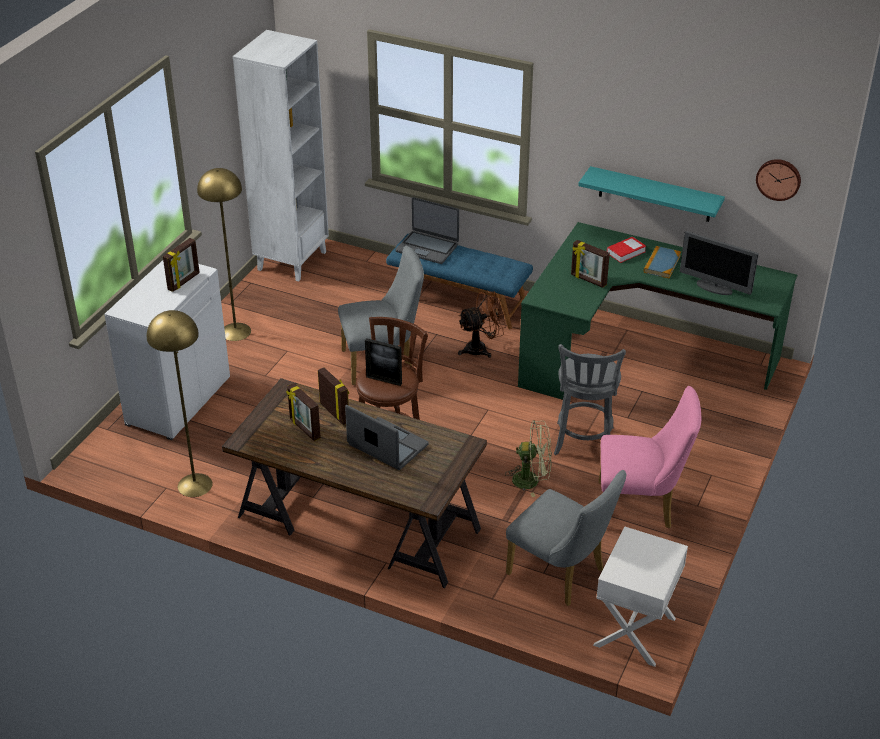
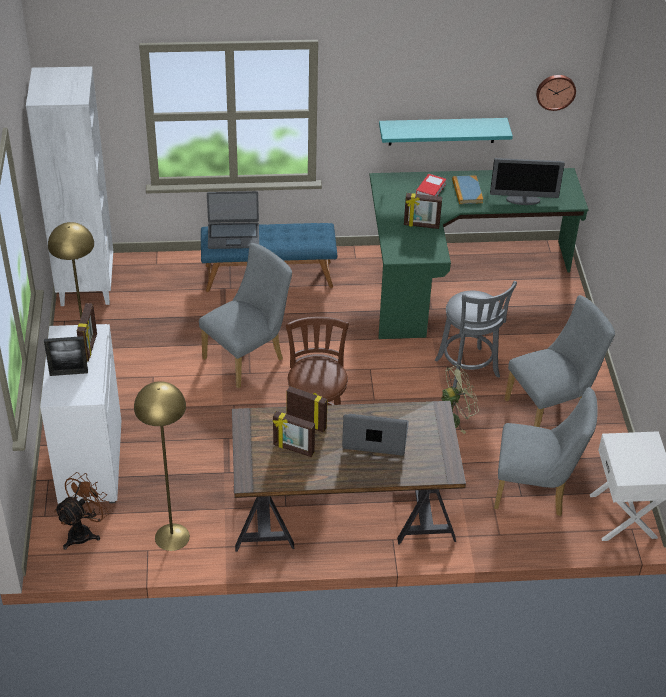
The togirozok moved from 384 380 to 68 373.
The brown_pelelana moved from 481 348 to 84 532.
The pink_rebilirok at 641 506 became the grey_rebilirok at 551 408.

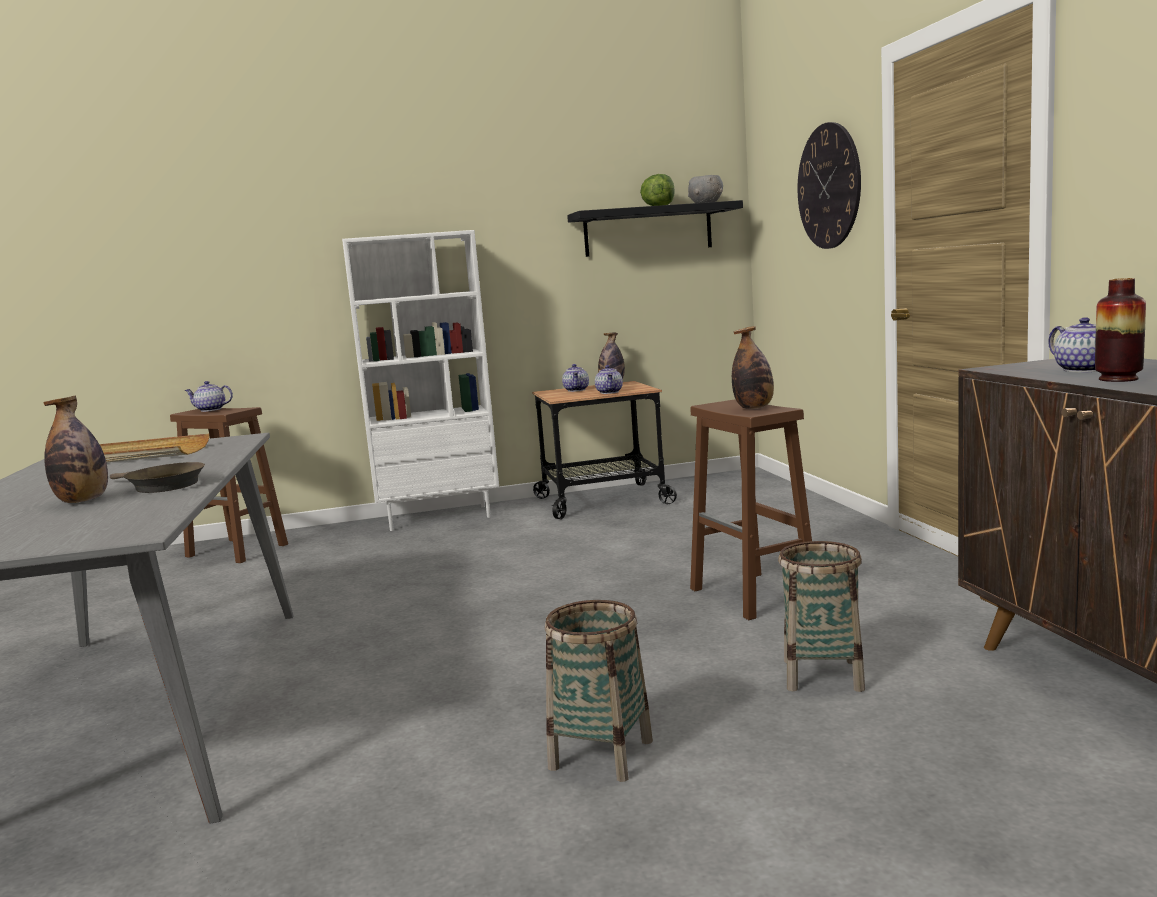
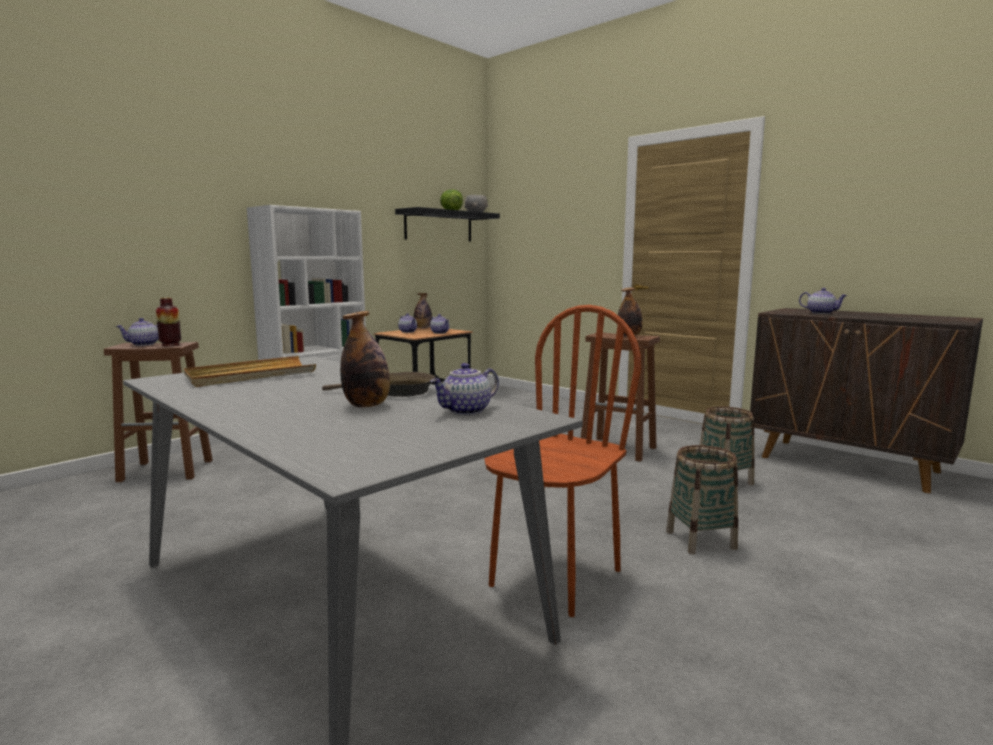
The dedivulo at 829 186 disappeared.
The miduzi moved from 1118 379 to 170 345.
The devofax at 466 411 appeared.
The brown_rebilirok at 554 577 appeared.

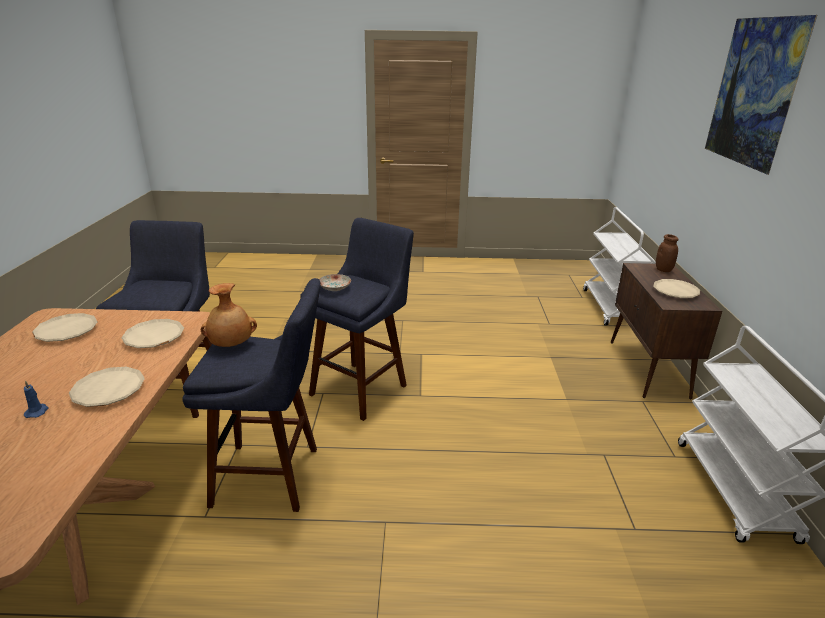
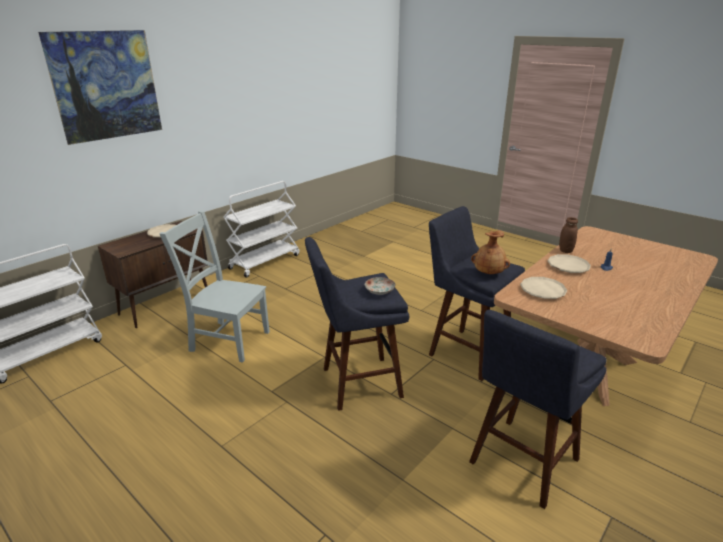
The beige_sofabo at 67 331 disappeared.
The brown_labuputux moved from 663 270 to 565 250.
The grey_rebilirok at 227 340 appeared.

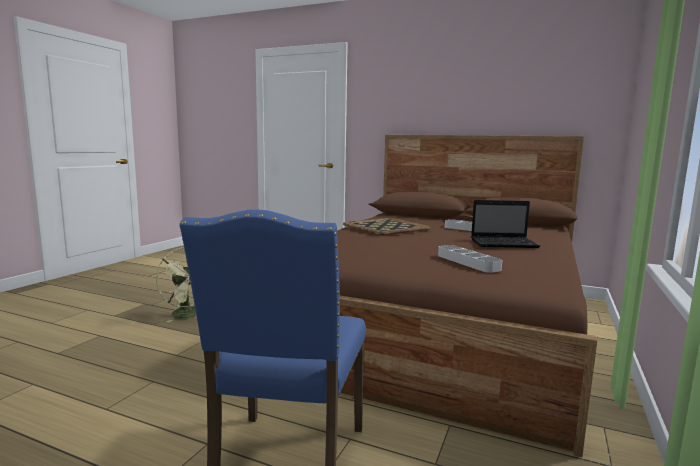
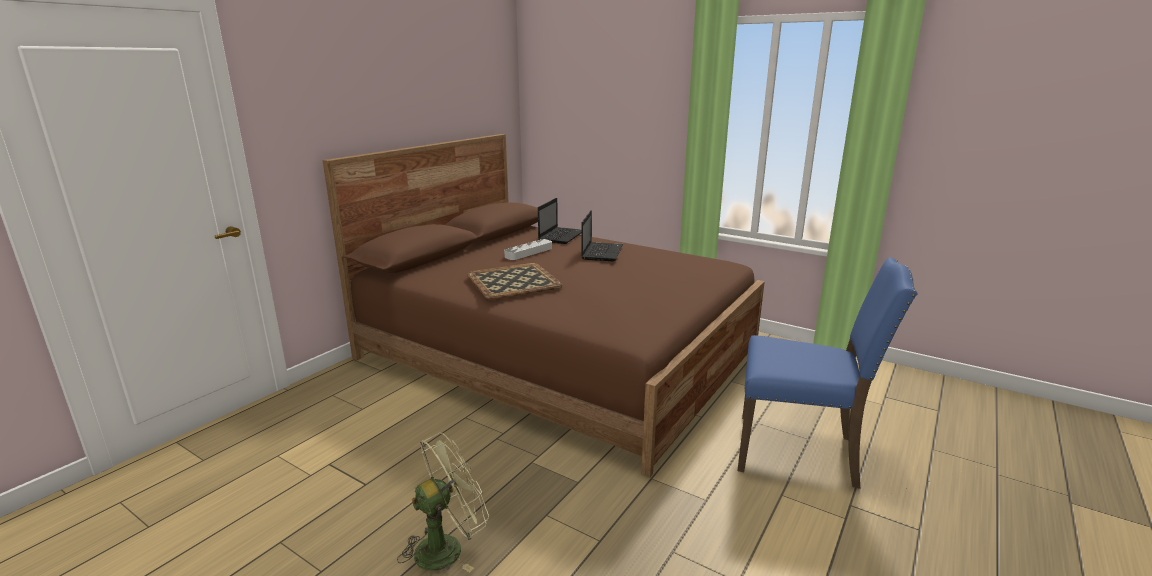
The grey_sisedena at 468 262 disappeared.
The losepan at 561 236 appeared.

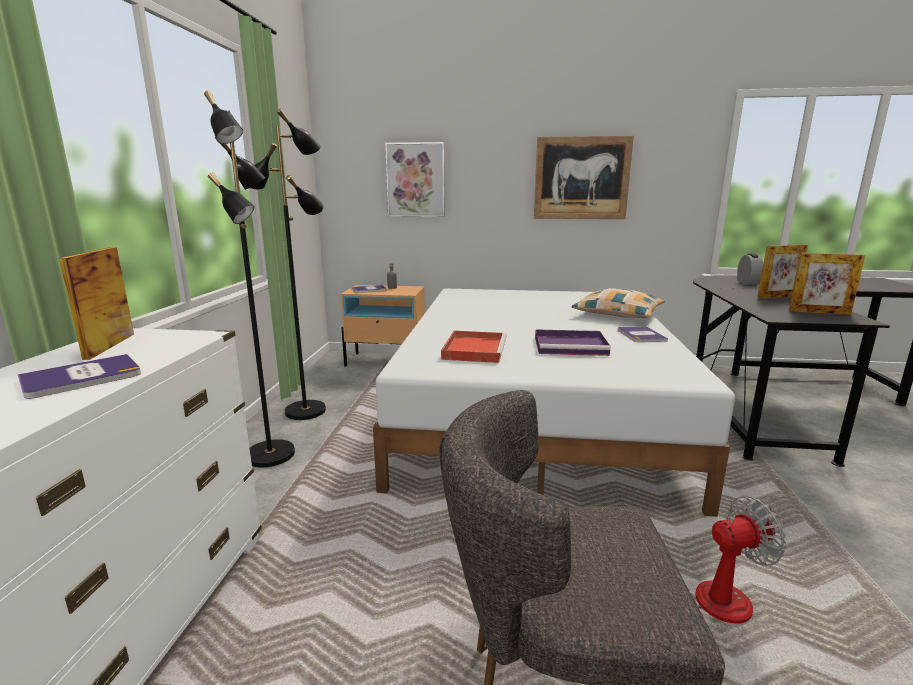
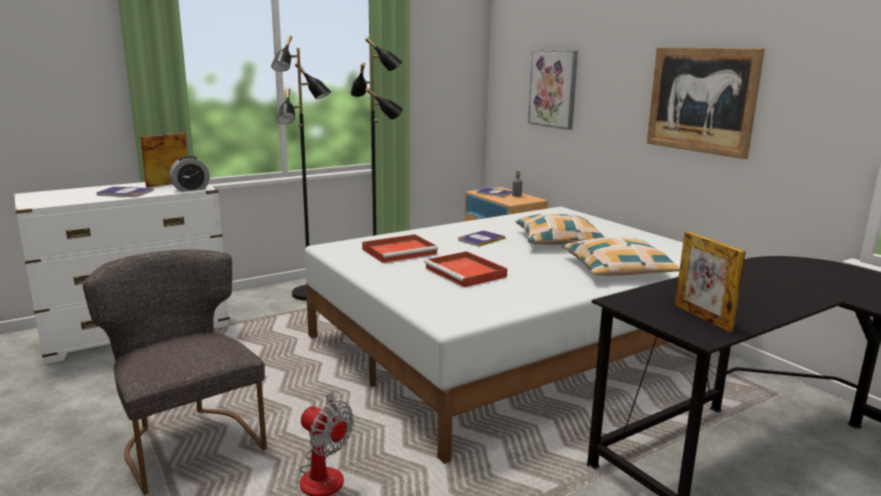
The purple_sisedena at 572 346 became the red_sisedena at 466 273.
The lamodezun moved from 640 335 to 481 239.
The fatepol moved from 747 283 to 191 189.
The togirozok at 777 297 disappeared.
The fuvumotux at 559 241 appeared.

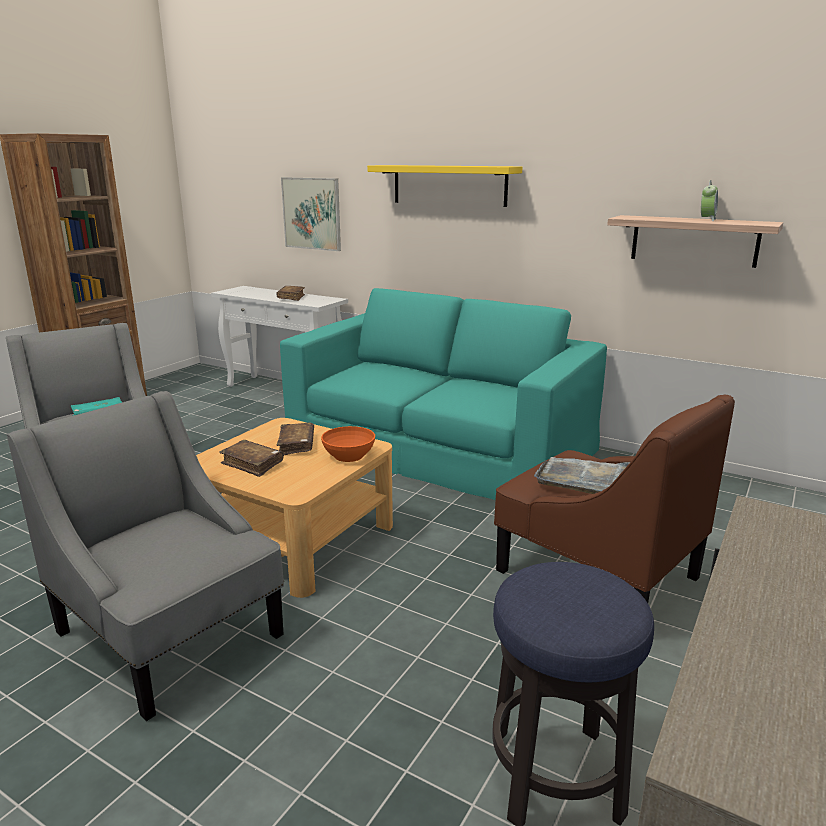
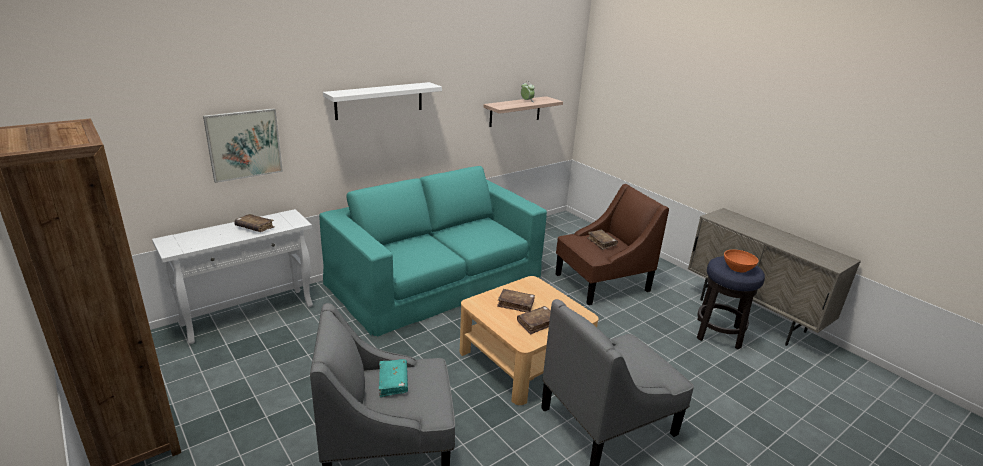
The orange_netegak moved from 348 455 to 738 268.
The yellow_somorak at 449 185 became the white_somorak at 379 100.
The grey_sisedena at 583 478 was replaced by the brown_lamodezun at 601 242.

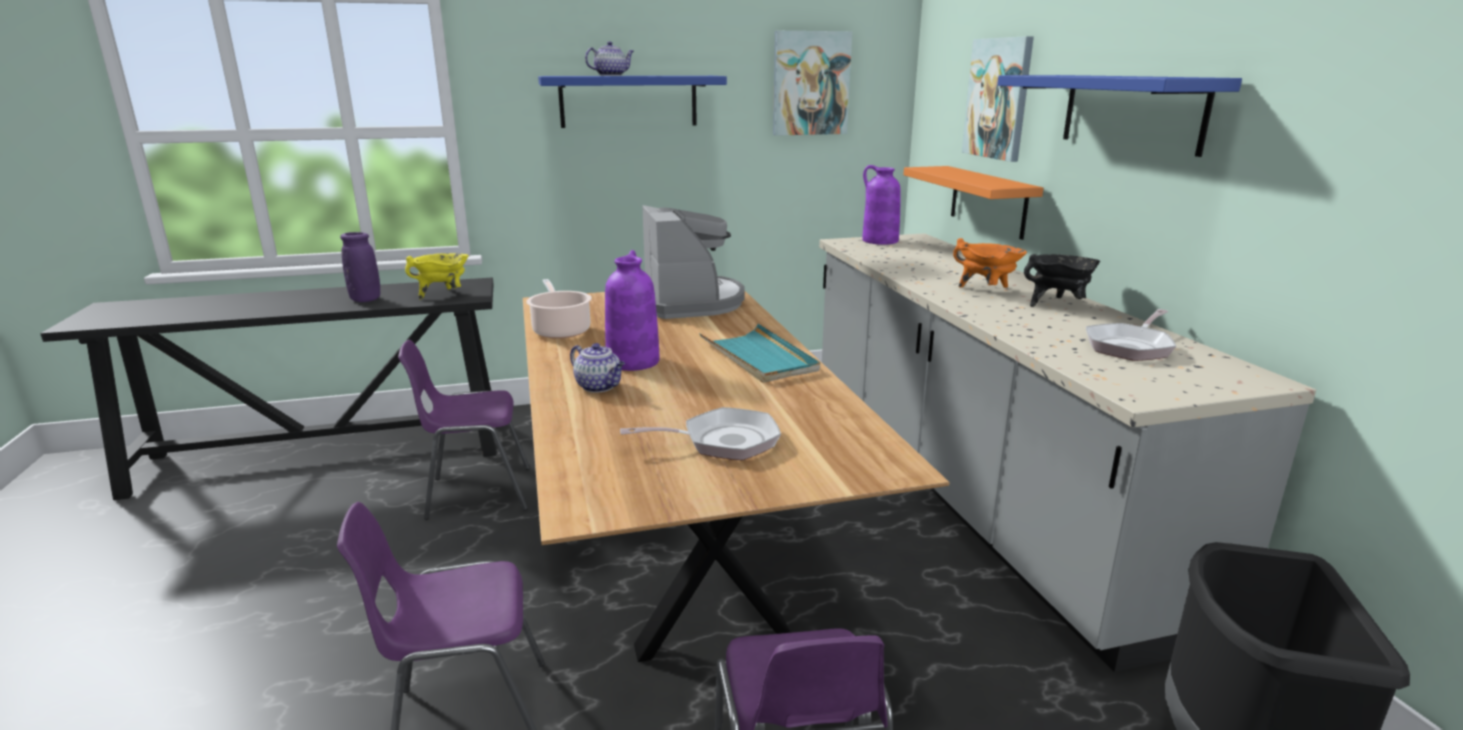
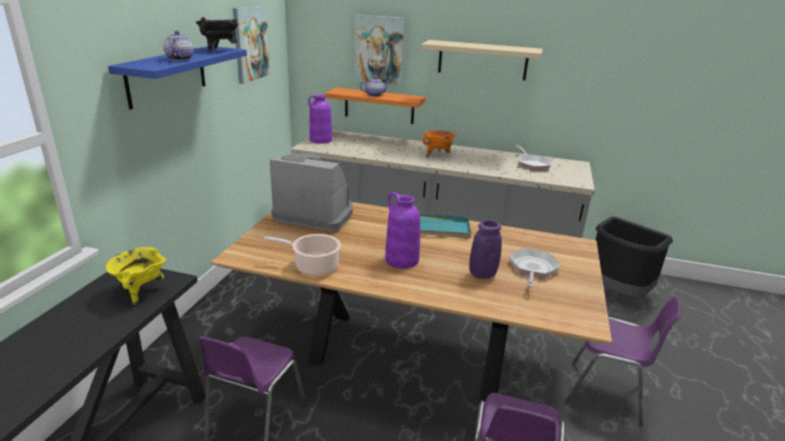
The purple_miduzi moved from 365 299 to 482 274.
The devofax moved from 599 387 to 375 95.
The blue_somorak at 1131 112 became the beige_somorak at 482 60.
The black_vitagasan moved from 1057 304 to 220 50.

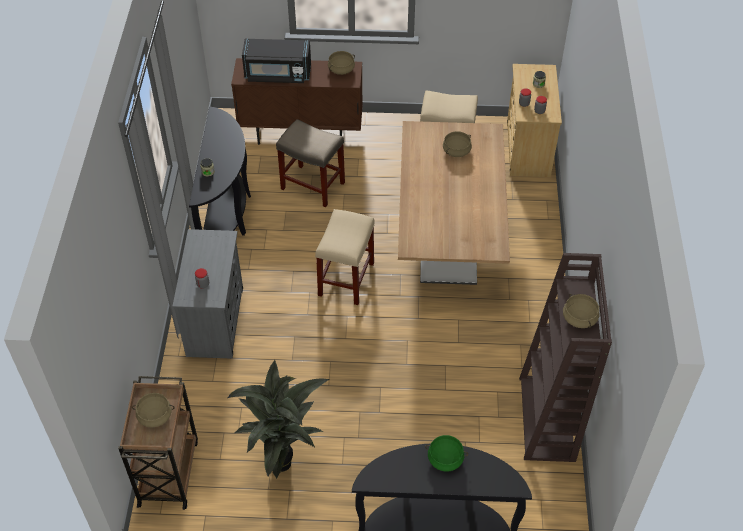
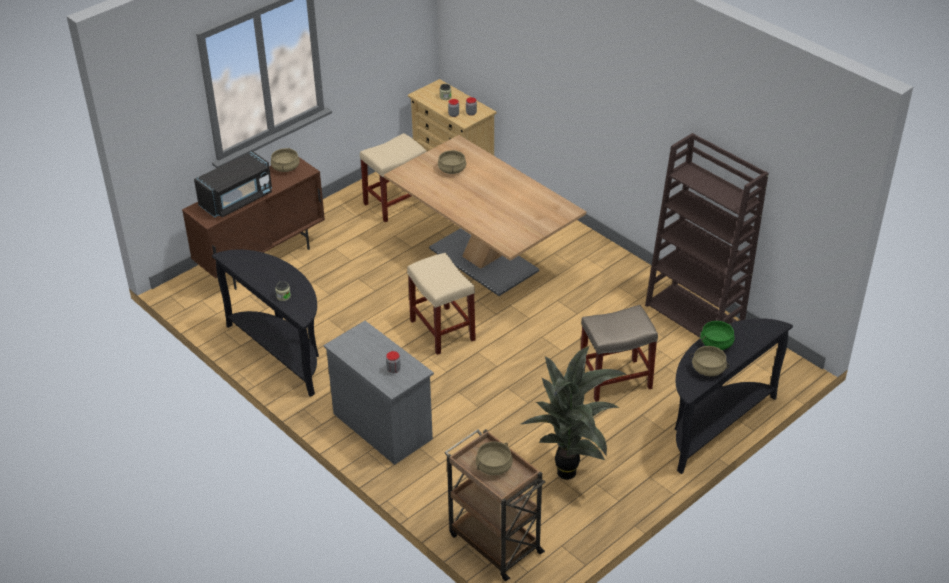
The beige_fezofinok moved from 312 185 to 614 380.
The beige_vitagasan moved from 579 318 to 708 369.

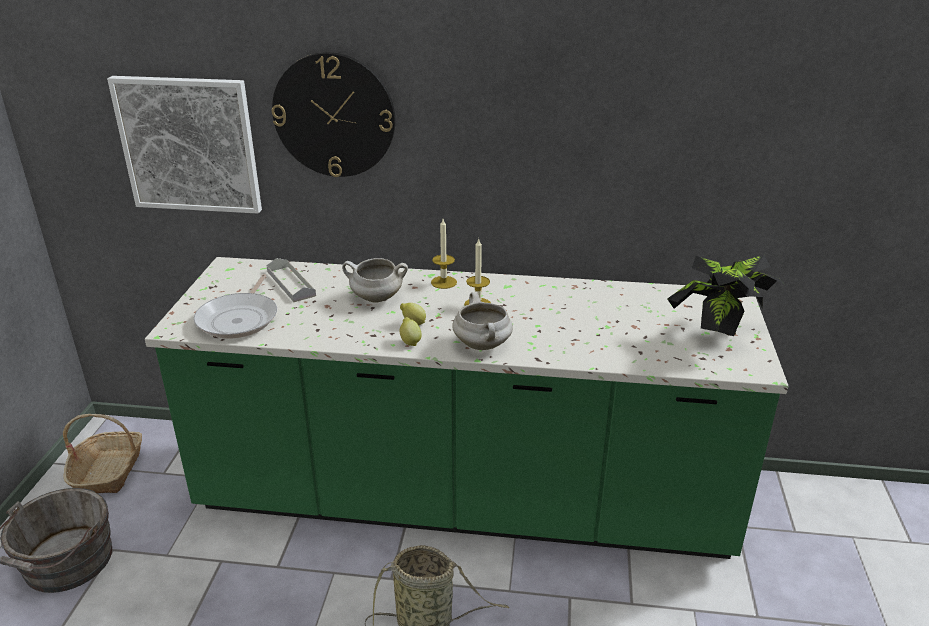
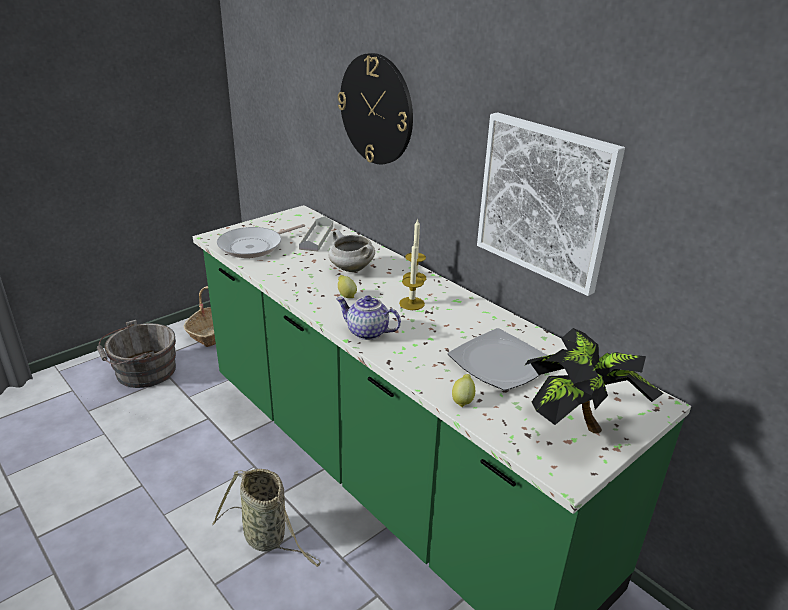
The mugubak moved from 189 144 to 545 201.
The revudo moved from 410 342 to 463 400.
The white_vitagasan at 483 345 was replaced by the devofax at 366 332.
The sofabo at 500 362 appeared.

